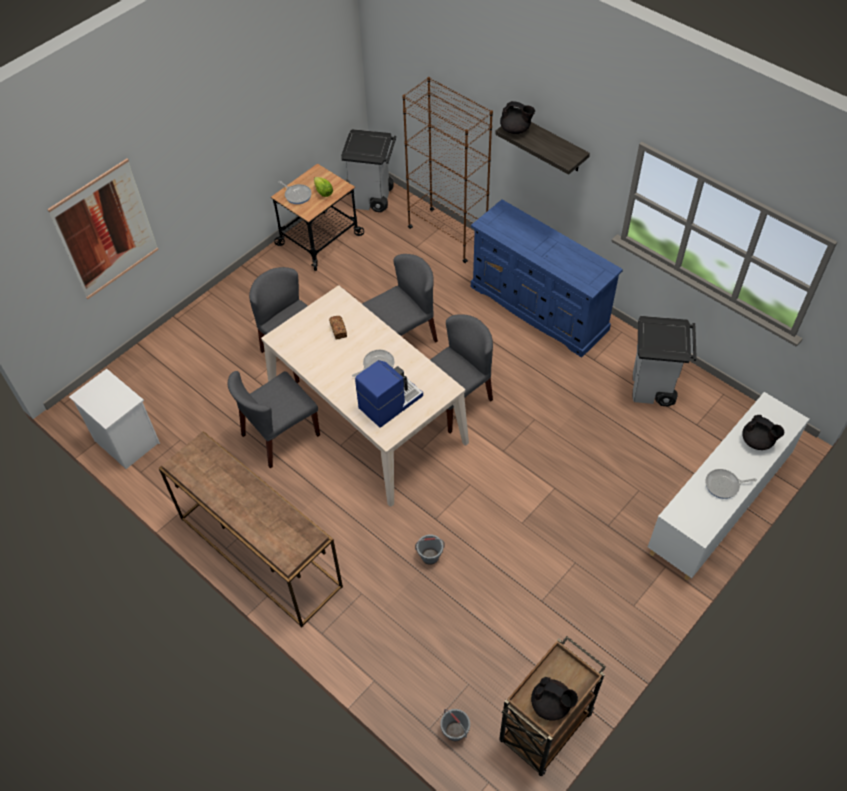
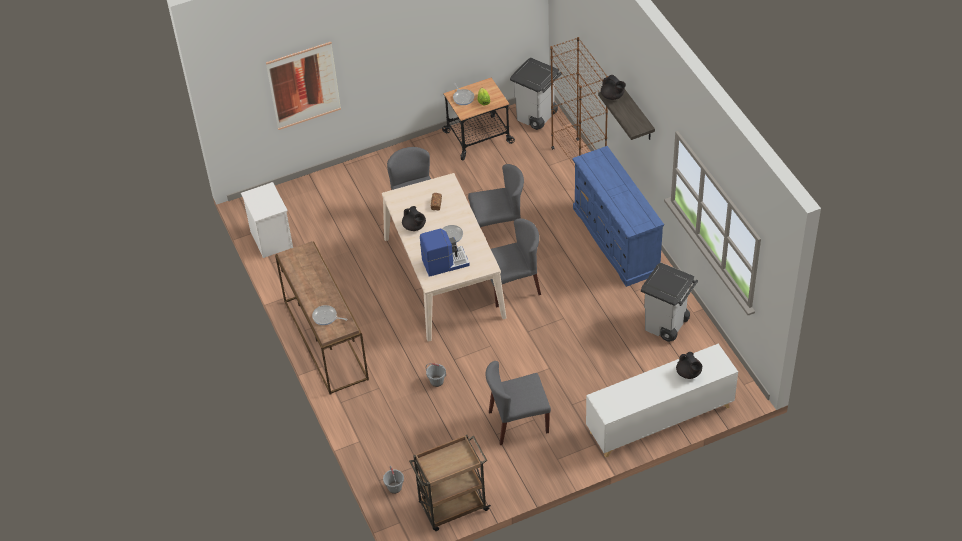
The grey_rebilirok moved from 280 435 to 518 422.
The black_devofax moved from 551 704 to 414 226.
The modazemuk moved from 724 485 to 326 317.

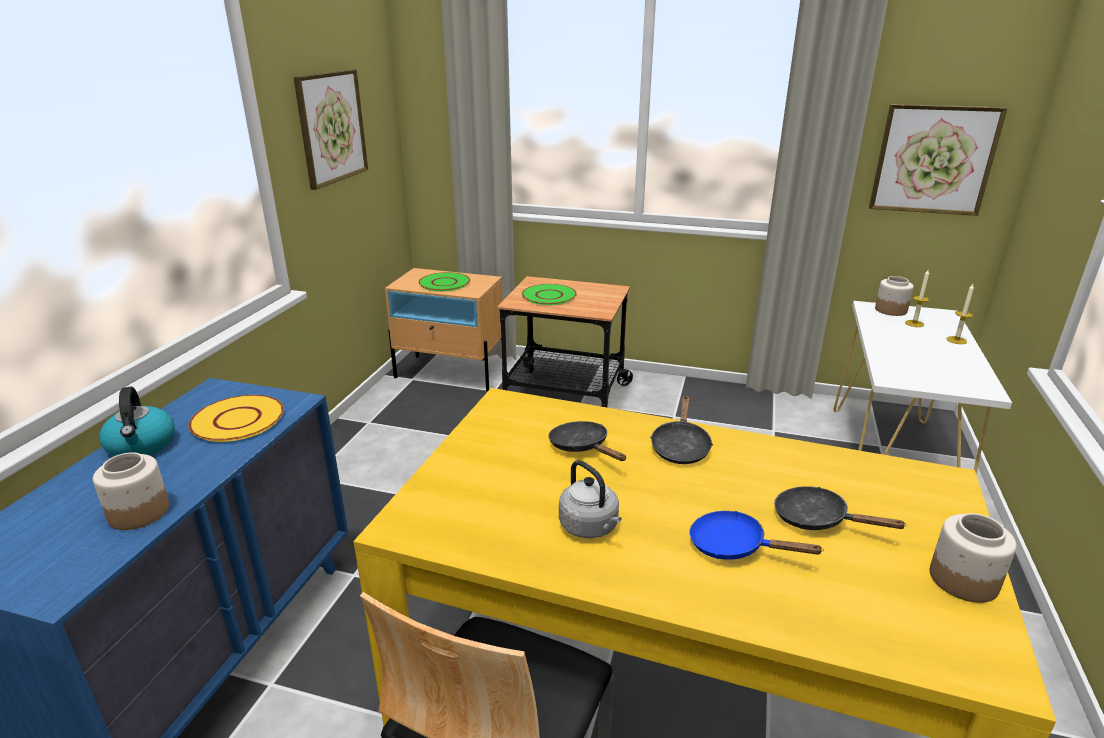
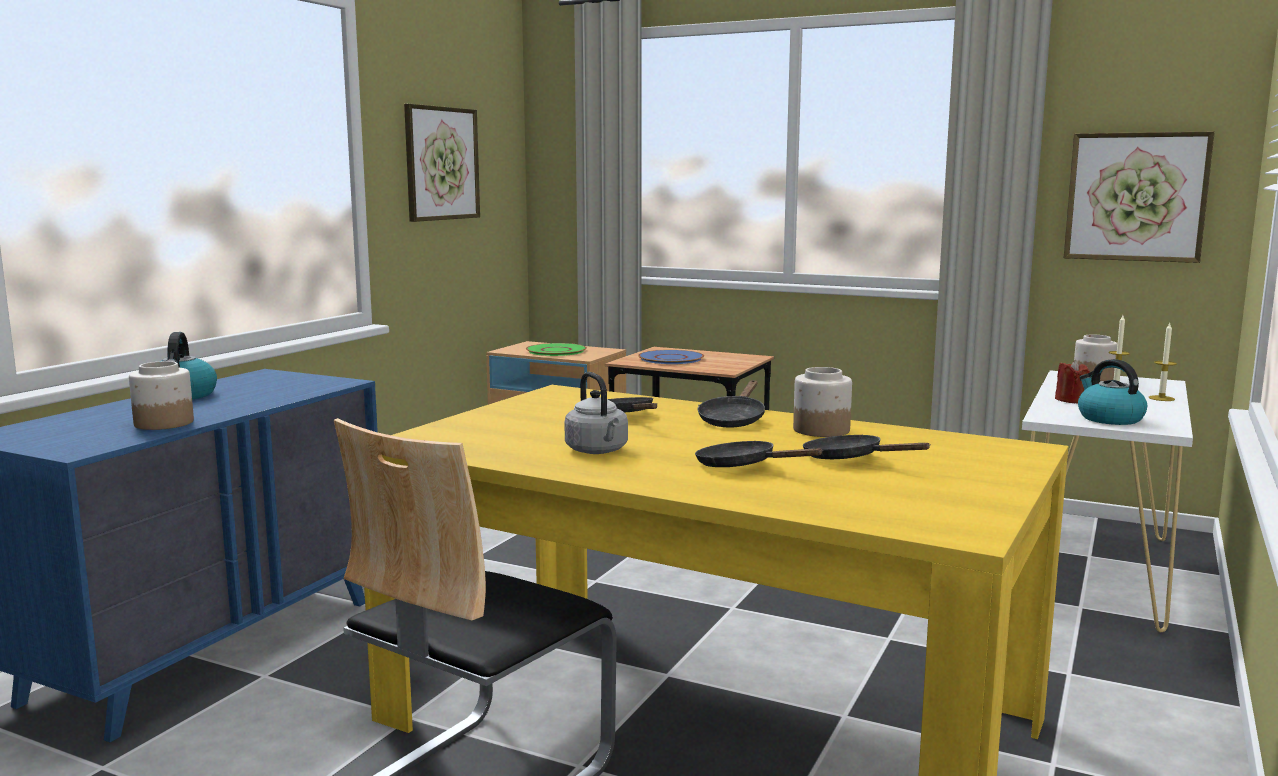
The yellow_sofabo at 238 420 disappeared.
The green_sofabo at 548 295 became the blue_sofabo at 670 358.
The blue_modazemuk at 734 546 became the black_modazemuk at 742 466.
The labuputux moved from 962 580 to 820 430.
The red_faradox at 1071 400 appeared.
The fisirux at 1109 418 appeared.

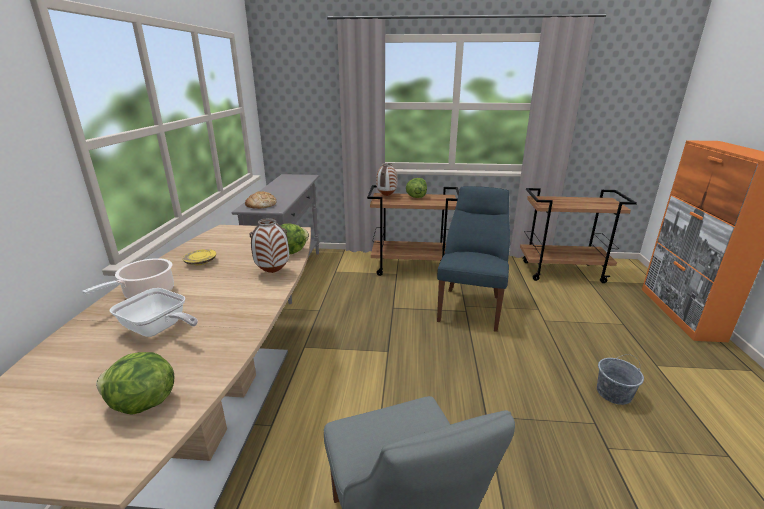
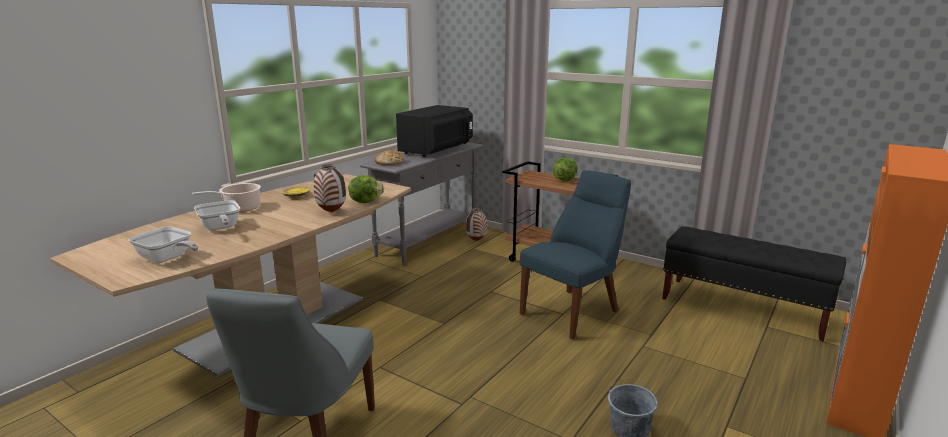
The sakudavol at 142 404 was replaced by the modazemuk at 167 259.
The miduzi moved from 386 196 to 476 240.
The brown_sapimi at 563 272 was replaced by the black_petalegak at 743 308.
The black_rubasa at 436 150 appeared.

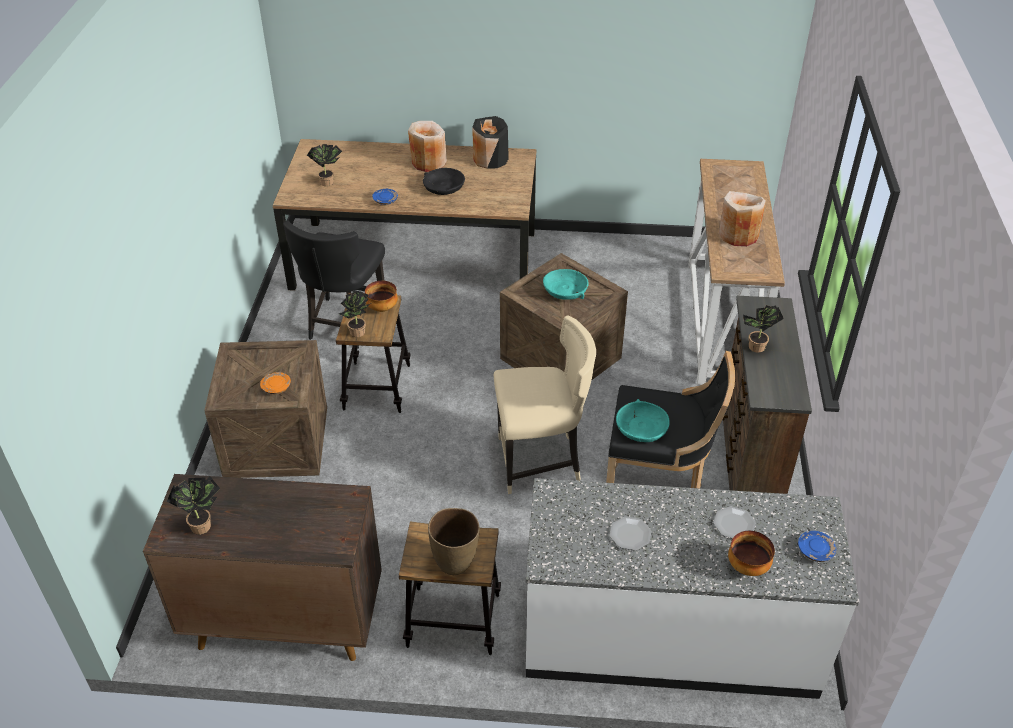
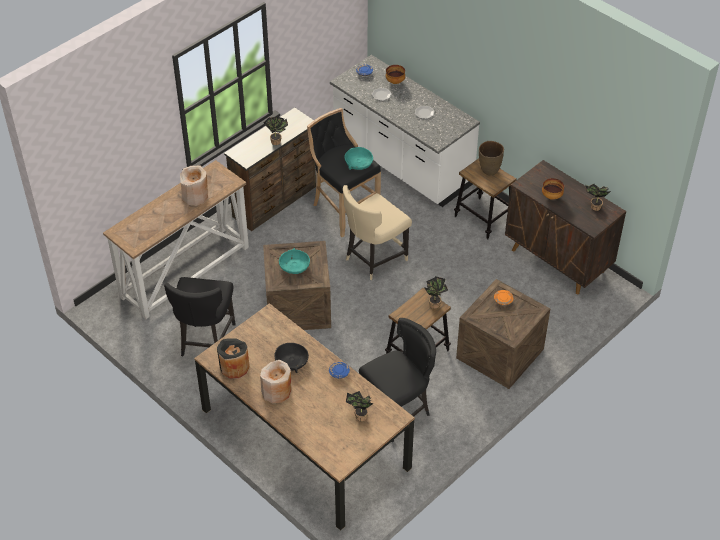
The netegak moved from 382 308 to 551 197.
The beige_rebilirok at 540 461 turned 75 degrees counterclockwise.
The black_rebilirok at 205 340 appeared.

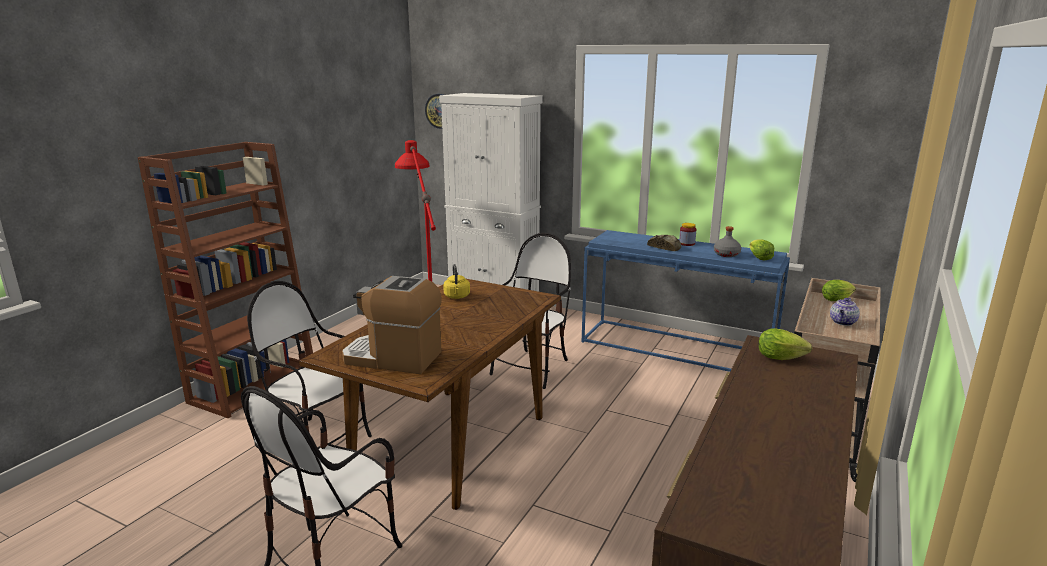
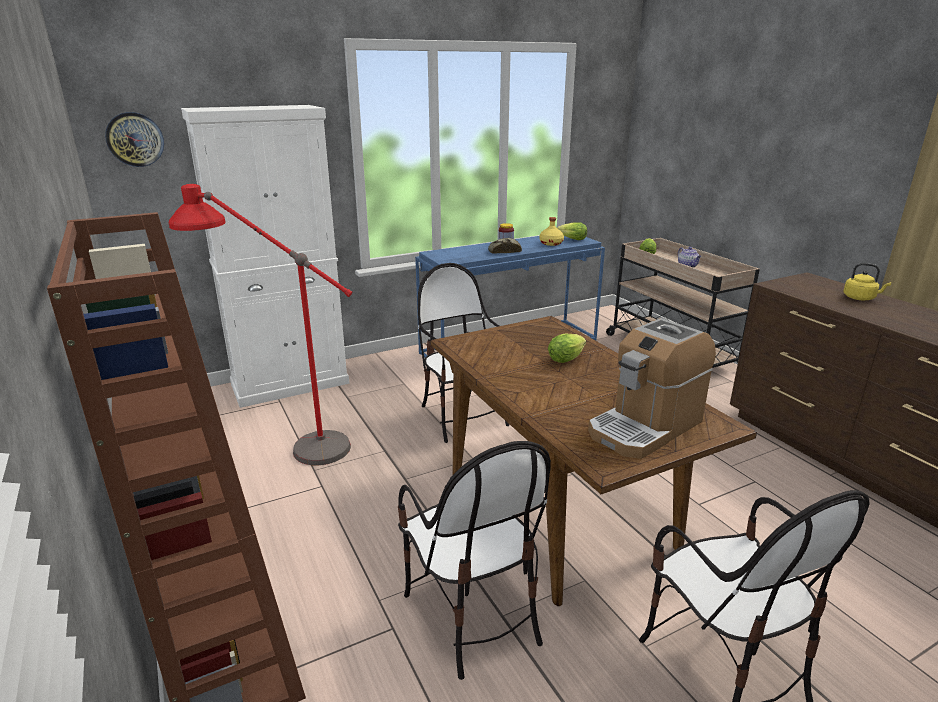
The rebilirok at 317 443 turned 90 degrees counterclockwise.
The yellow_fisirux moved from 457 297 to 860 298.
The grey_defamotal at 726 254 became the yellow_defamotal at 551 243.
The sakudavol moved from 783 358 to 567 358.

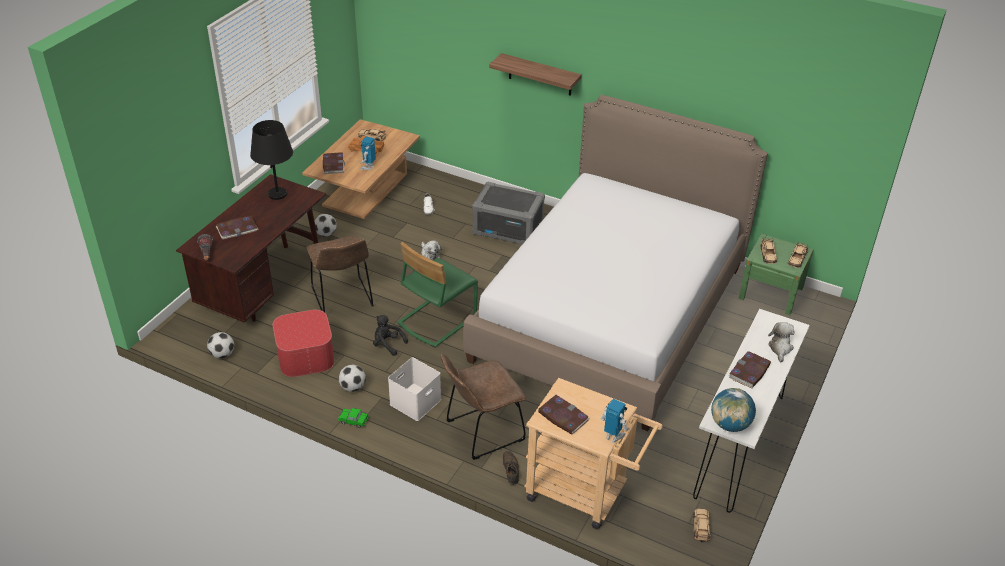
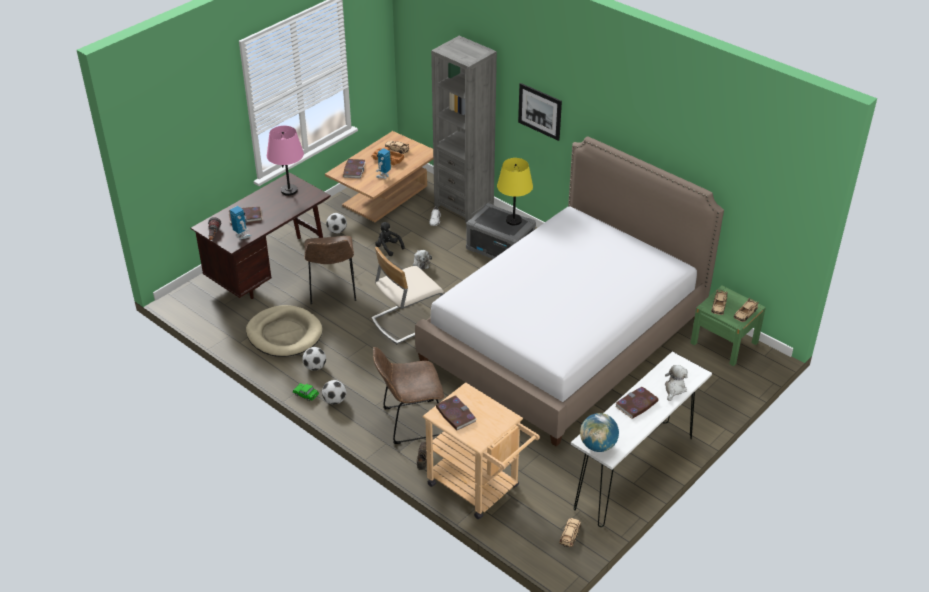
The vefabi moved from 222 354 to 335 400.
The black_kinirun at 277 194 became the pink_kinirun at 289 190.
The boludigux at 305 356 was replaced by the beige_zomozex at 284 334.
The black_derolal moved from 387 344 to 388 248.
The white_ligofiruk at 415 403 disappeared.
The green_rebilirok at 436 320 became the beige_rebilirok at 406 321.
The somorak at 540 75 was replaced by the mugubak at 540 111.
The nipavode moved from 613 436 to 242 236.
The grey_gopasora at 464 206 appeared.
The yellow_kinirun at 514 220 appeared.

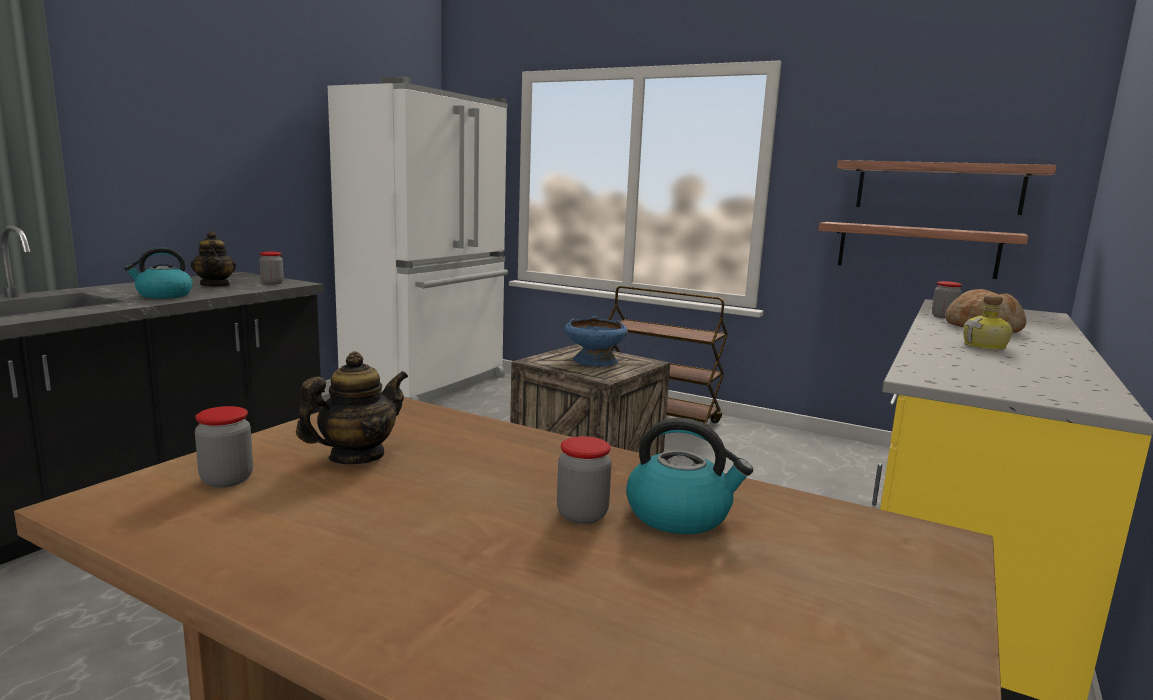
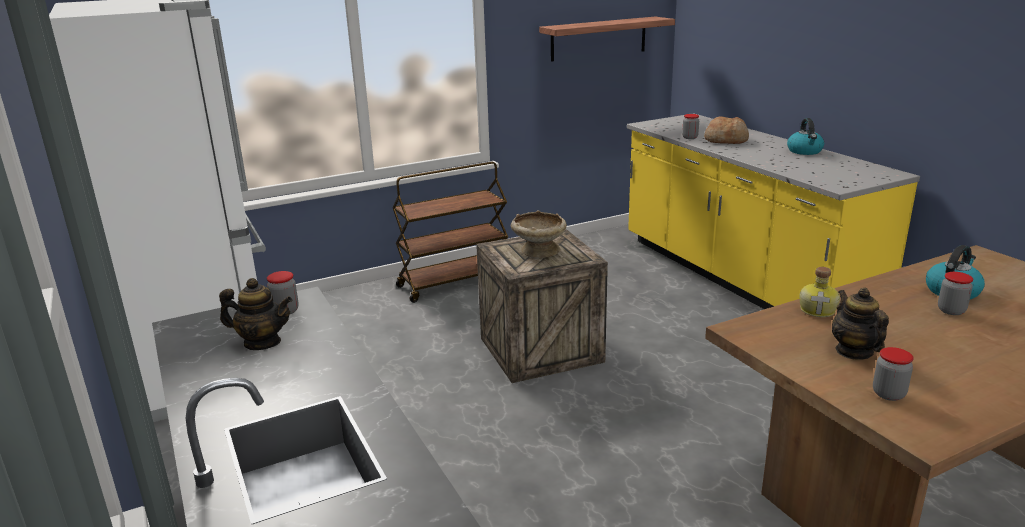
The fisirux moved from 163 295 to 805 151.
The blue_netegak at 594 361 became the beige_netegak at 538 251.
The somorak at 916 249 disappeared.
The defamotal moved from 986 347 to 818 310.

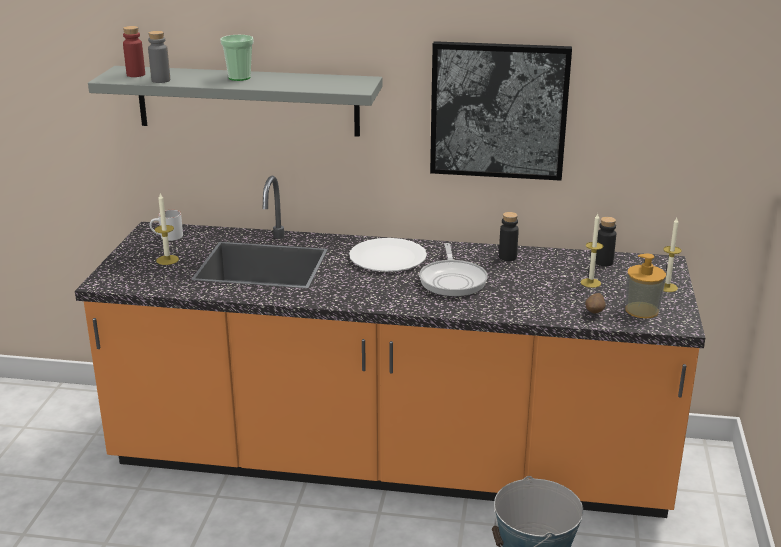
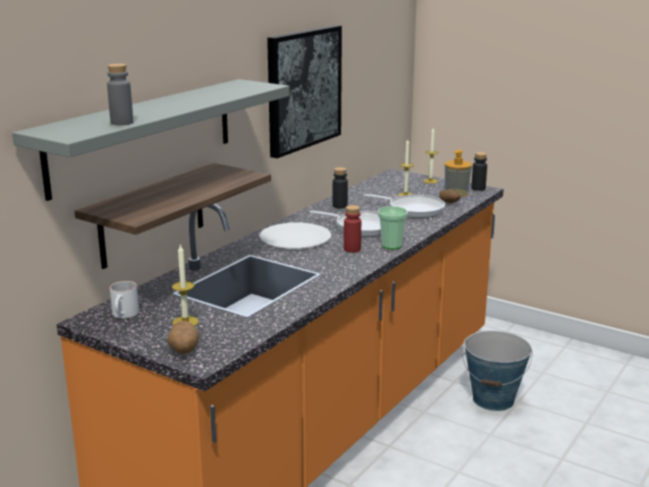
The red_defamotal moved from 136 75 to 352 249.
The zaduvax moved from 239 78 to 391 245.
The black_defamotal moved from 604 262 to 478 188.
The somorak at 152 215 appeared.
The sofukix at 184 350 appeared.
The modazemuk at 413 209 appeared.

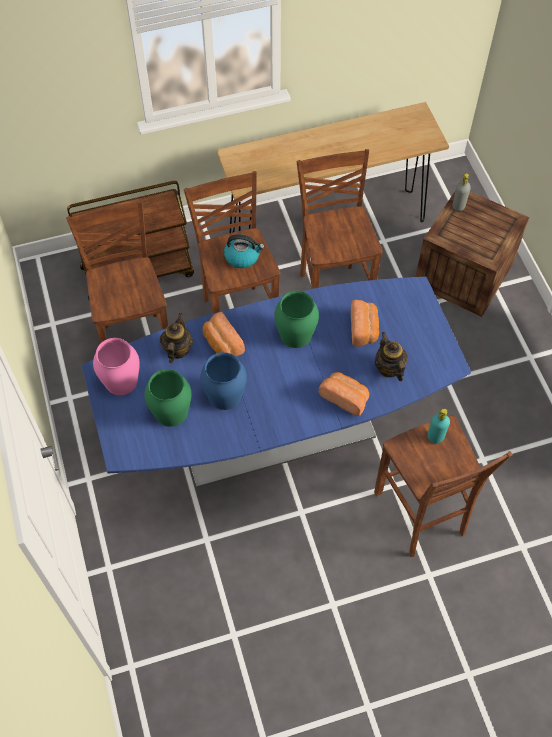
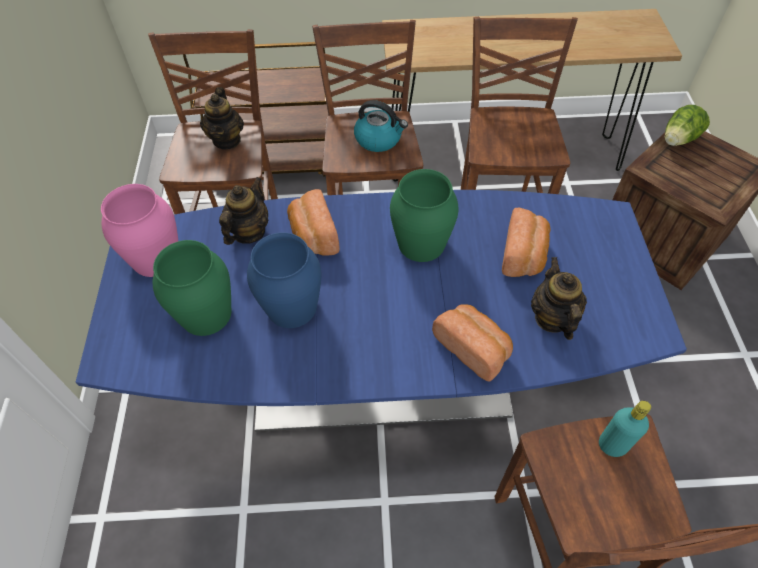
The grey_defamotal at 458 206 was replaced by the sakudavol at 678 140.
The devofax at 227 140 appeared.

